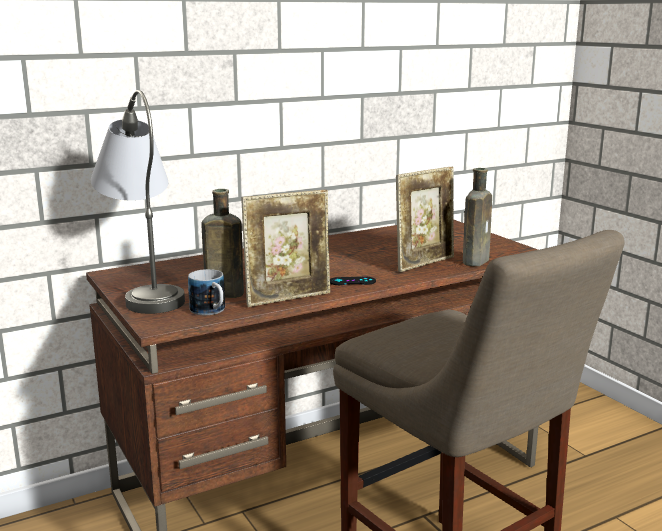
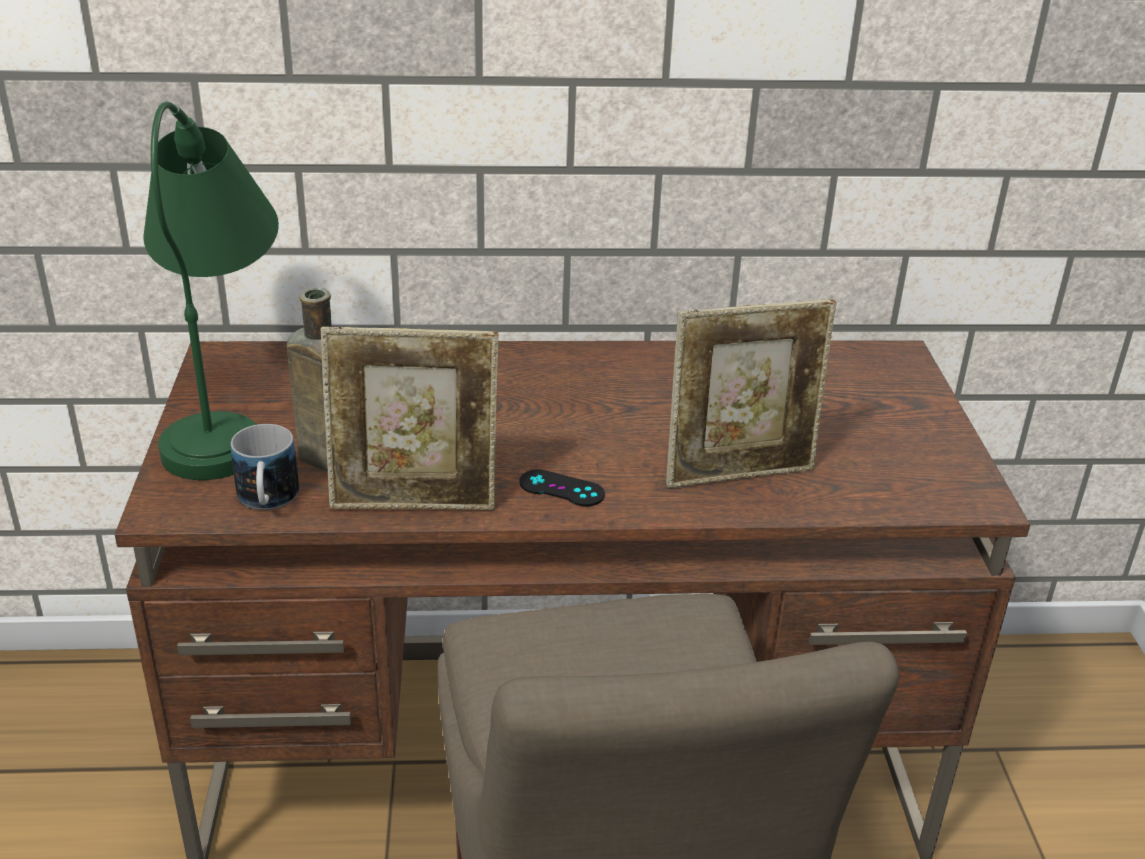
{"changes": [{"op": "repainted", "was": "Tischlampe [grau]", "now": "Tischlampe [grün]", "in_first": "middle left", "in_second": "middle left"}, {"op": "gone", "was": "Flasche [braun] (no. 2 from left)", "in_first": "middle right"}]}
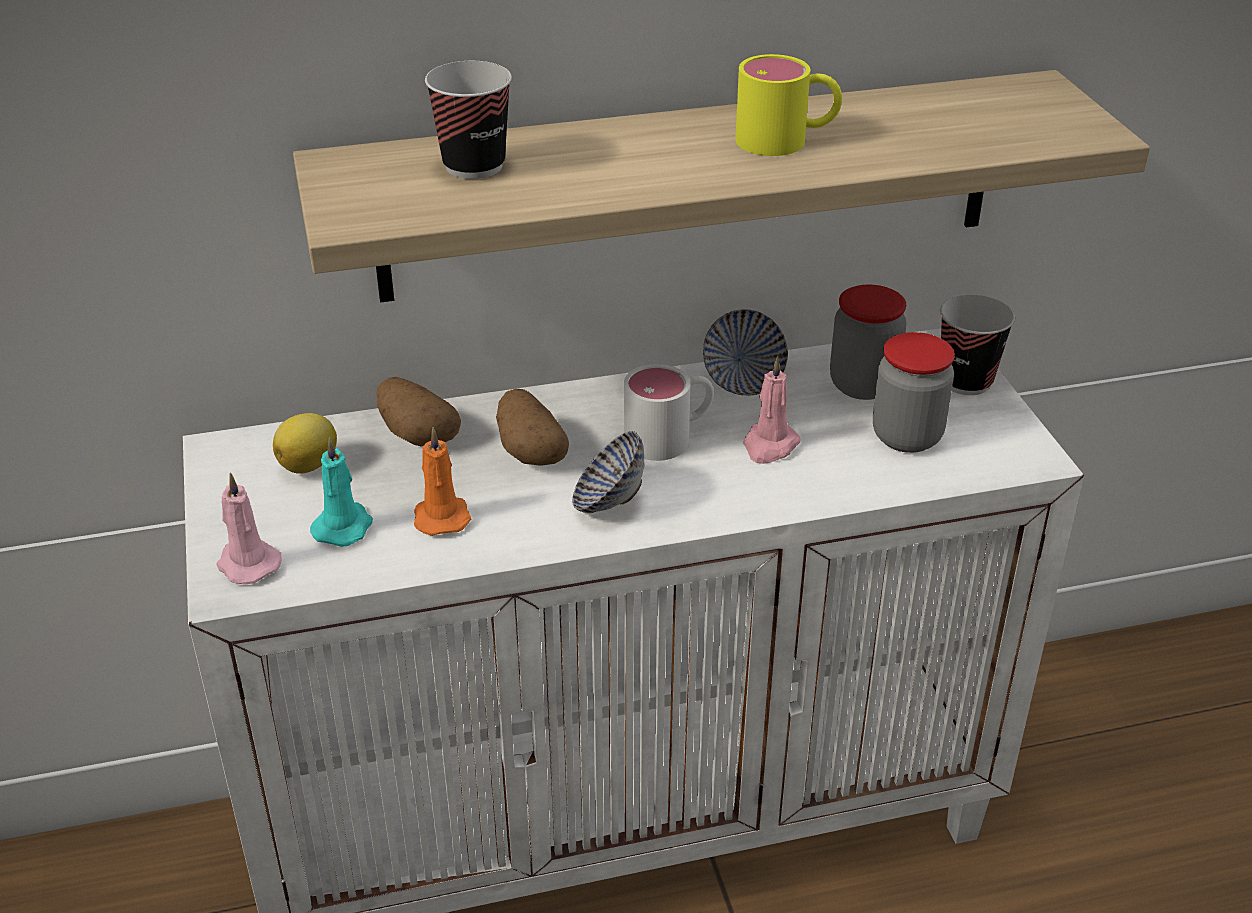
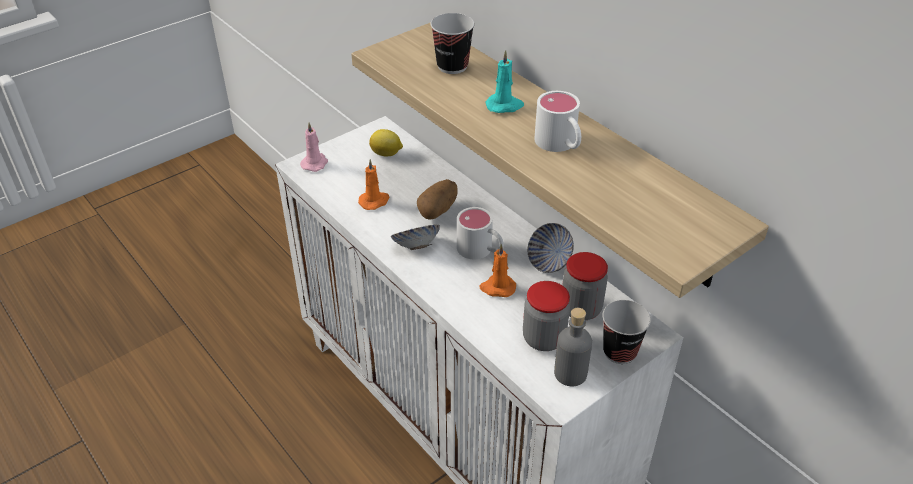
{"changes": [{"op": "shifted", "was": "Kerze [türkis]", "in_first": "middle left", "in_second": "top centre"}, {"op": "gone", "was": "Kartoffel (no. 1 from left)", "in_first": "centre"}, {"op": "repainted", "was": "Henkelbecher [gelb]", "now": "Henkelbecher [weiß] (no. 2 from left)", "in_first": "top centre", "in_second": "top centre"}, {"op": "repainted", "was": "Kerze [rosa] (no. 2 from left)", "now": "Kerze [orange] (no. 2 from left)", "in_first": "centre", "in_second": "centre"}, {"op": "new", "now": "Flasche [grau]", "in_second": "bottom centre"}]}
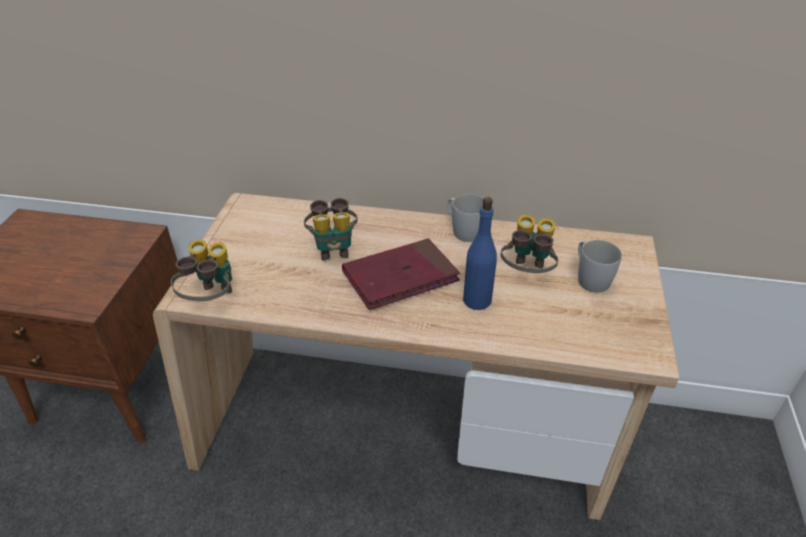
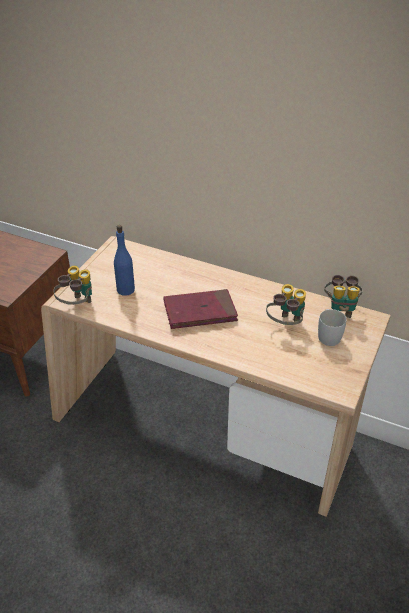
{"changes": [{"op": "shifted", "was": "Fernglas (no. 2 from left in the first image)", "now": "Fernglas (no. 3 from left)", "in_first": "centre", "in_second": "middle right"}, {"op": "gone", "was": "Henkelbecher [weiß] (no. 1 from left)", "in_first": "centre"}, {"op": "shifted", "was": "Flasche [blau]", "in_first": "centre", "in_second": "middle left"}]}
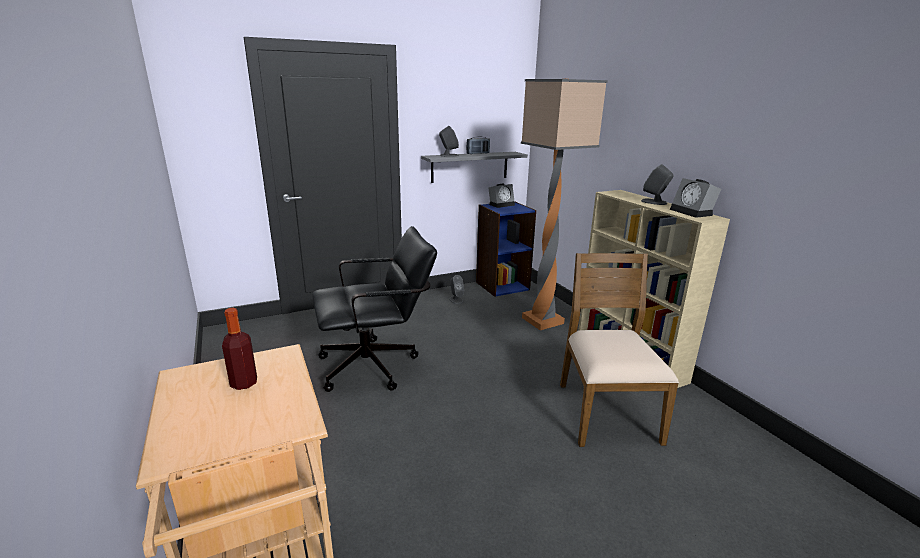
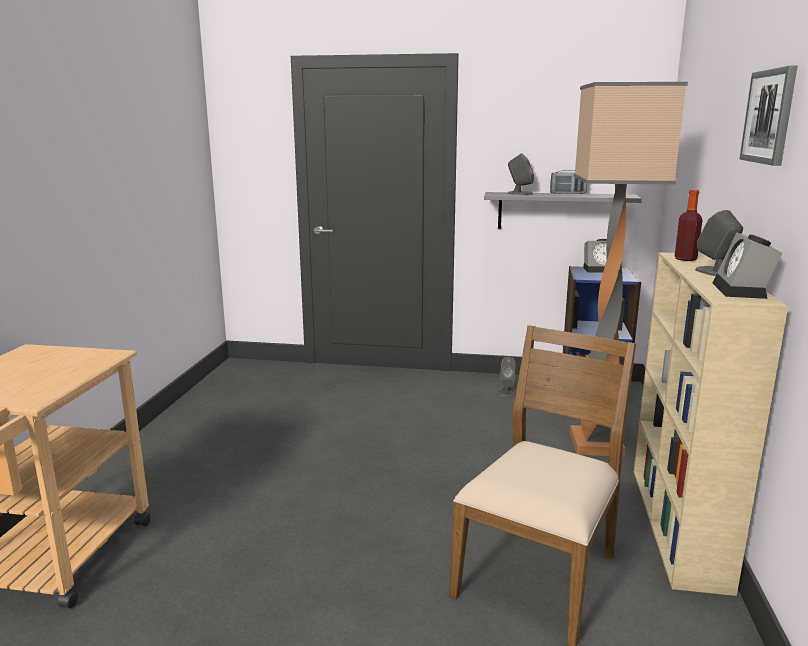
{"changes": [{"op": "shifted", "was": "Flasche", "in_first": "middle left", "in_second": "middle right"}, {"op": "gone", "was": "Bürostuhl [schwarz]", "in_first": "centre"}, {"op": "new", "now": "Bild", "in_second": "top right"}]}
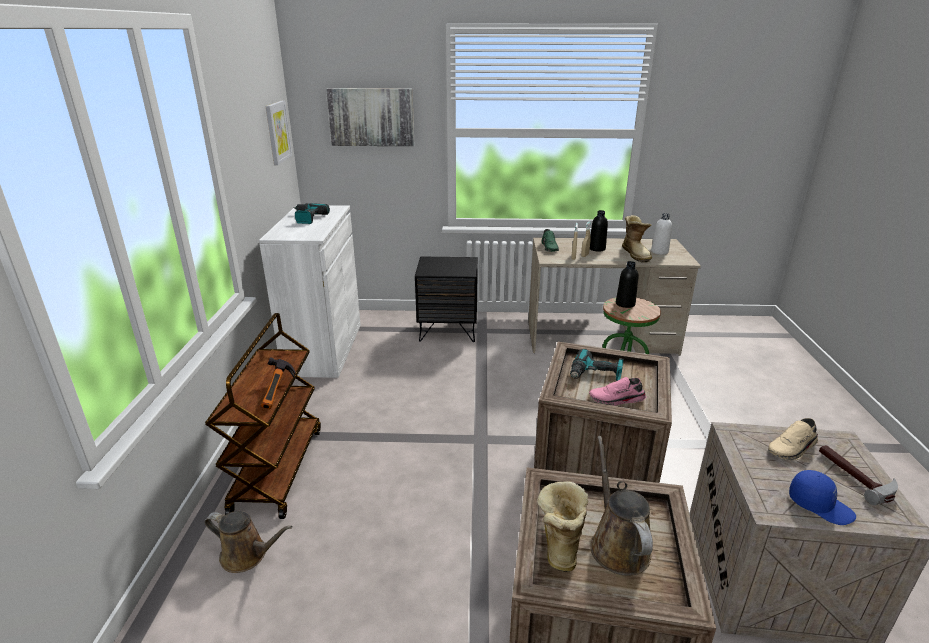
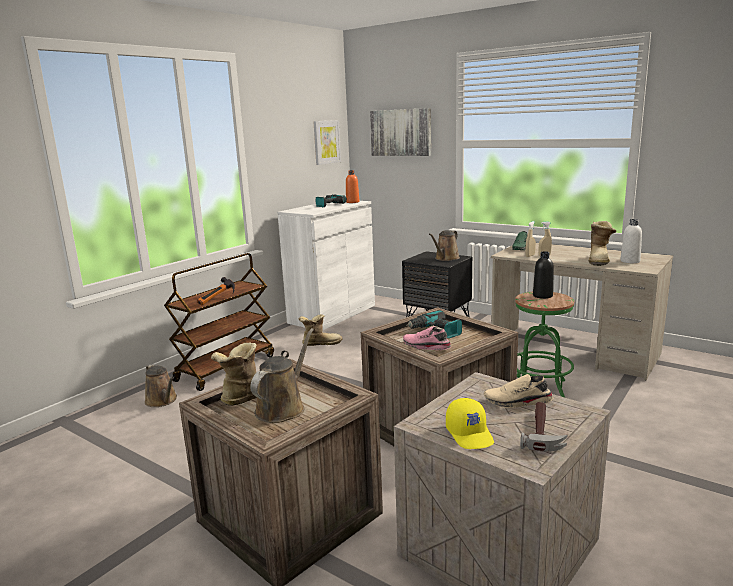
{"changes": [{"op": "gone", "was": "Flasche [schwarz] (no. 1 from left)", "in_first": "centre"}, {"op": "repainted", "was": "Kappe [blau]", "now": "Kappe [gelb]", "in_first": "bottom right", "in_second": "bottom centre"}, {"op": "new", "now": "Stiefel (no. 2 from left)", "in_second": "centre"}, {"op": "new", "now": "Flasche [orange]", "in_second": "top centre"}, {"op": "new", "now": "Gießkanne [braun] (no. 3 from left)", "in_second": "centre"}]}
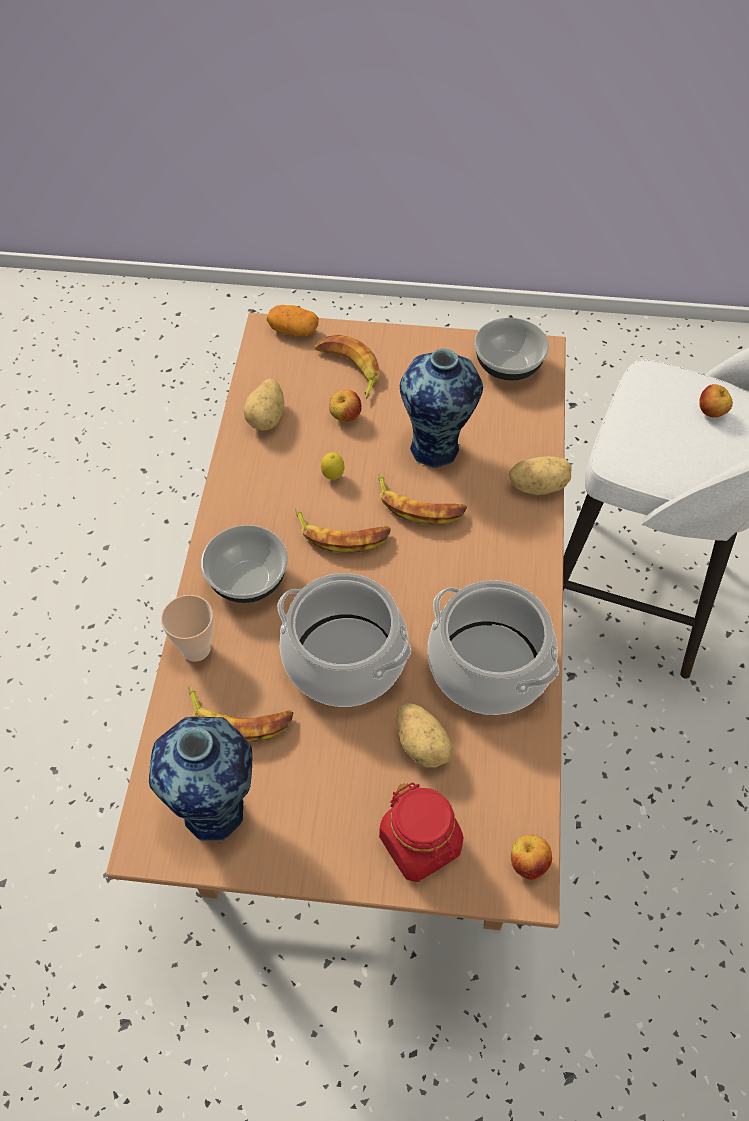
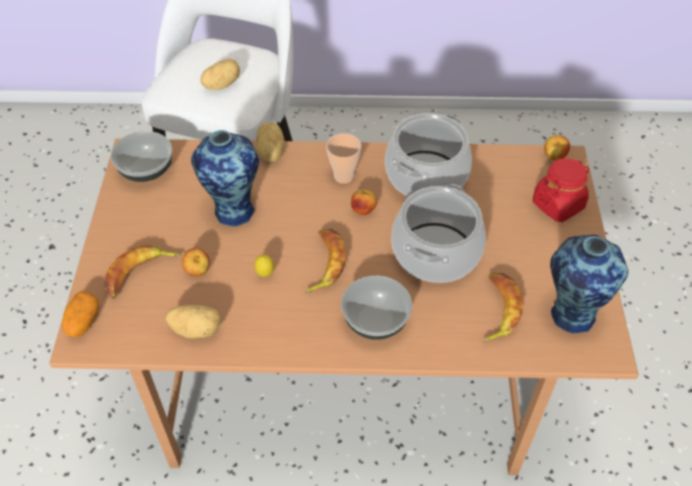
{"changes": [{"op": "shifted", "was": "Tasse", "in_first": "middle left", "in_second": "top centre"}, {"op": "gone", "was": "Banane (no. 4 from left)", "in_first": "centre"}, {"op": "shifted", "was": "Kartoffel (no. 3 from left)", "in_first": "centre", "in_second": "top left"}, {"op": "shifted", "was": "Apfel (no. 3 from left in the first image)", "now": "Apfel (no. 2 from left)", "in_first": "middle right", "in_second": "centre"}]}
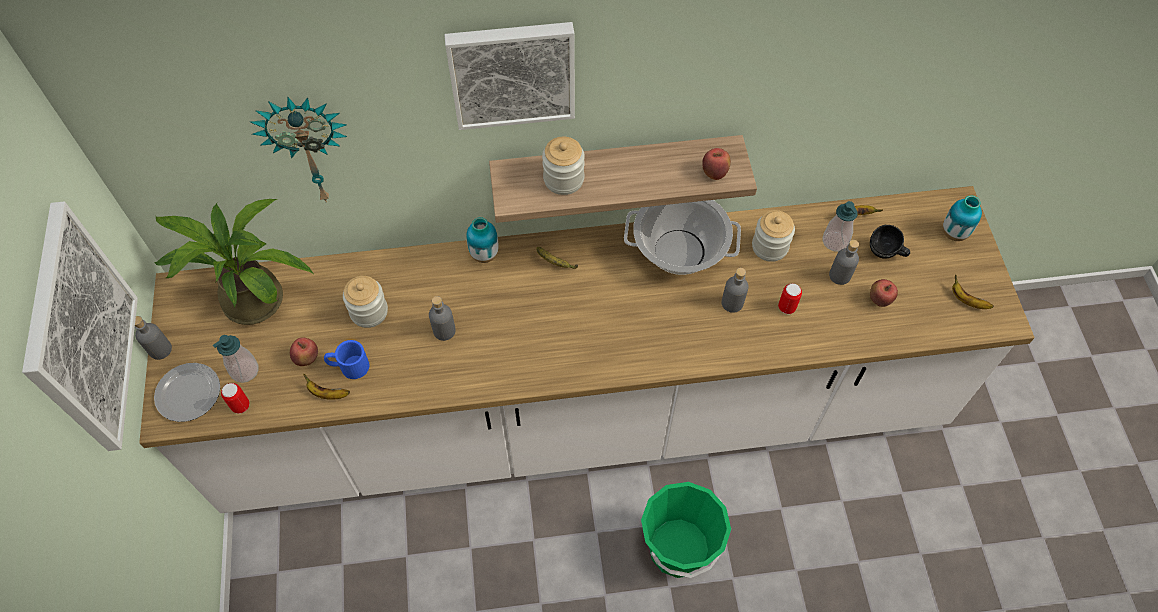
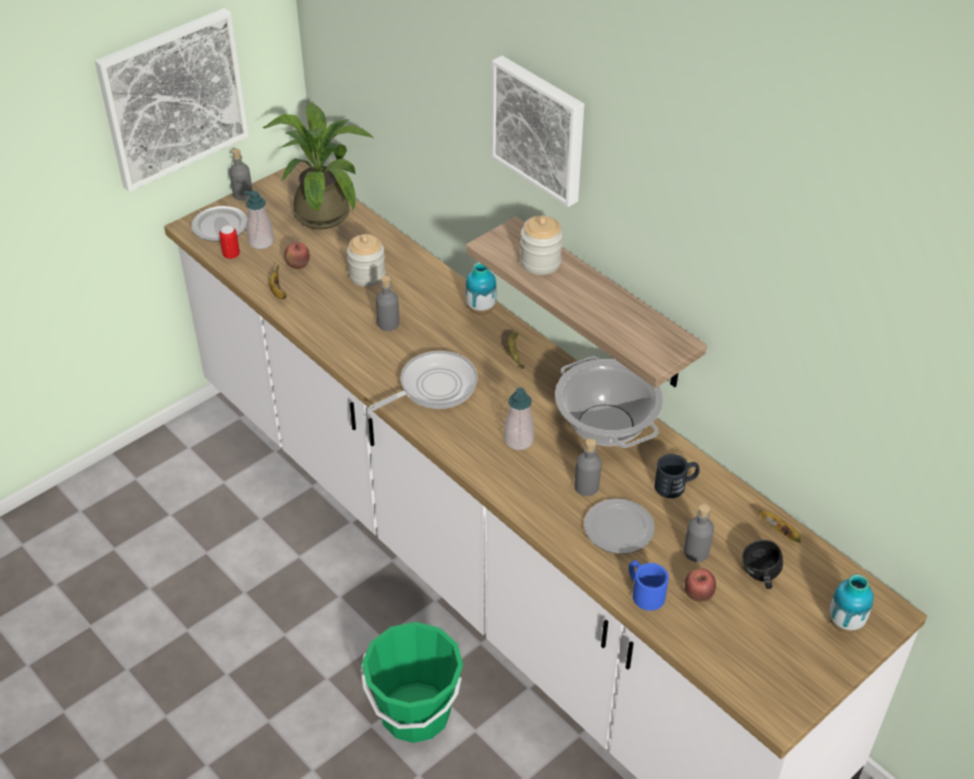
{"changes": [{"op": "gone", "was": "Wanduhr", "in_first": "top left"}, {"op": "shifted", "was": "Henkelbecher [blau]", "in_first": "middle left", "in_second": "bottom centre"}, {"op": "gone", "was": "Apfel (no. 2 from left)", "in_first": "top centre"}, {"op": "swapped", "was": "Vorratsglas (no. 3 from left)", "now": "Henkelbecher [schwarz] (no. 1 from left)", "in_first": "middle right", "in_second": "middle right"}, {"op": "swapped", "was": "Dose (no. 2 from left)", "now": "Teller (no. 2 from left)", "in_first": "middle right", "in_second": "bottom centre"}, {"op": "shifted", "was": "Seifenspender (no. 2 from left)", "in_first": "middle right", "in_second": "centre"}, {"op": "gone", "was": "Banane (no. 4 from left)", "in_first": "middle right"}, {"op": "new", "now": "Pfanne", "in_second": "centre"}]}
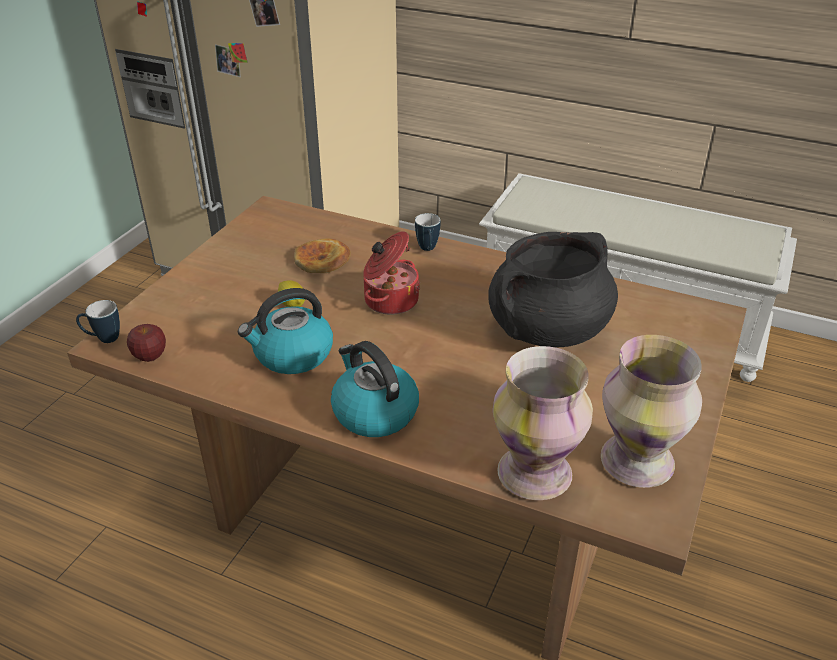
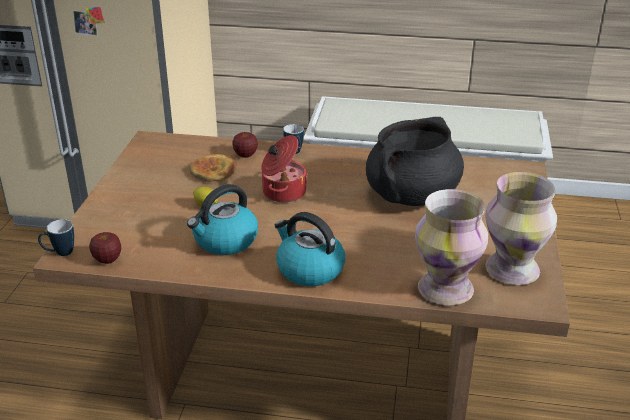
{"changes": [{"op": "new", "now": "Apfel (no. 2 from left)", "in_second": "centre"}]}
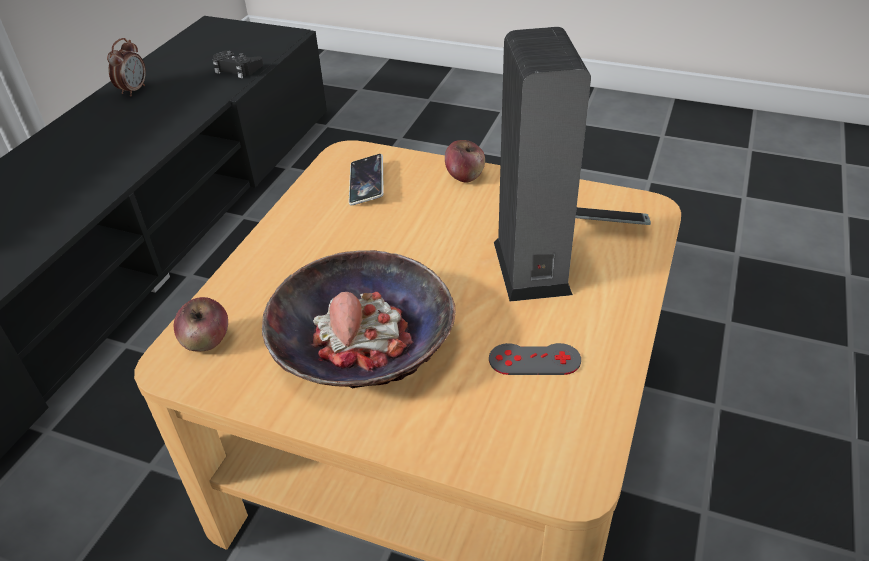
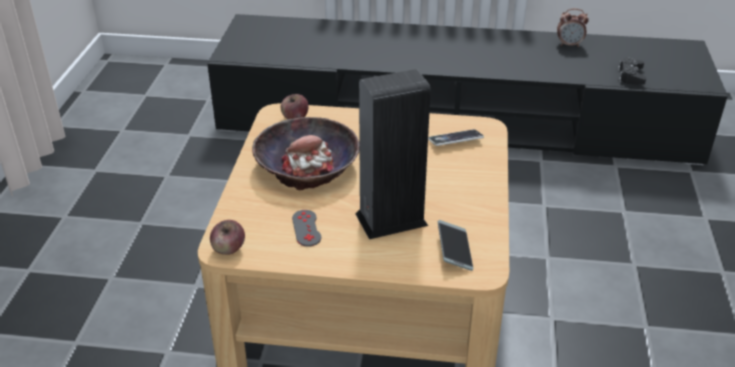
{"changes": [{"op": "shifted", "was": "Apfel (no. 2 from left in the first image)", "now": "Apfel (no. 1 from left)", "in_first": "top centre", "in_second": "middle left"}]}
